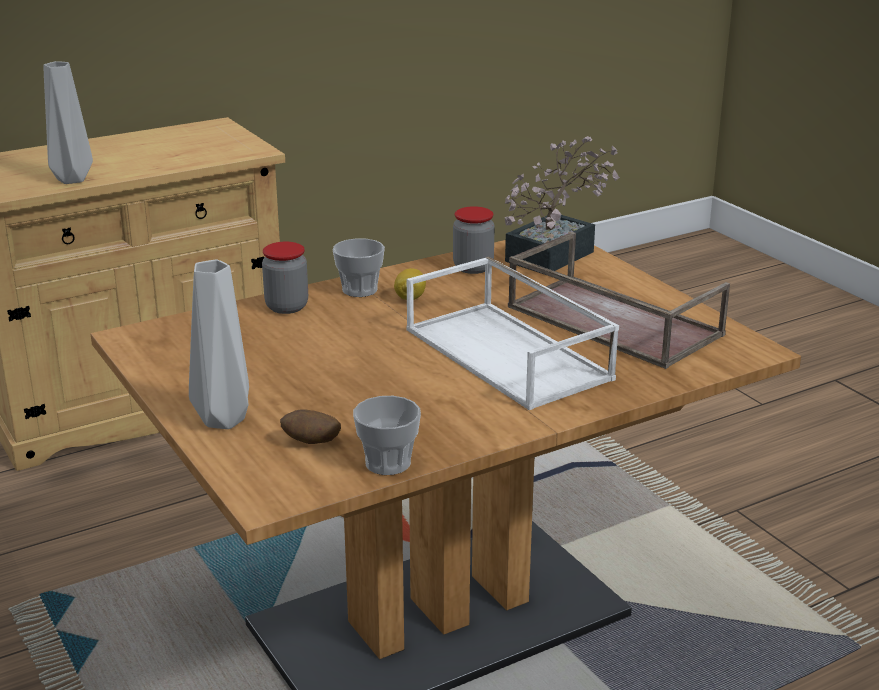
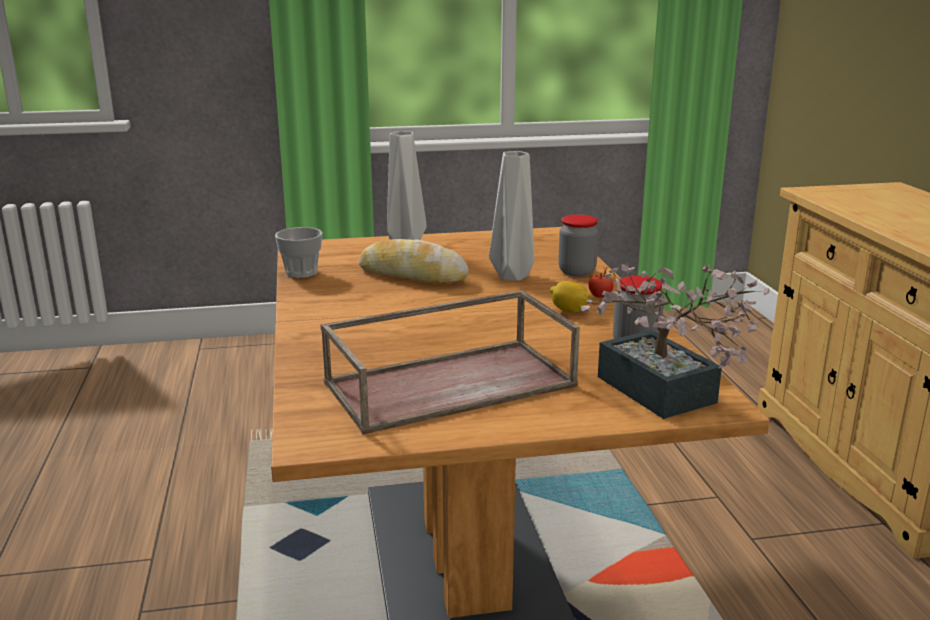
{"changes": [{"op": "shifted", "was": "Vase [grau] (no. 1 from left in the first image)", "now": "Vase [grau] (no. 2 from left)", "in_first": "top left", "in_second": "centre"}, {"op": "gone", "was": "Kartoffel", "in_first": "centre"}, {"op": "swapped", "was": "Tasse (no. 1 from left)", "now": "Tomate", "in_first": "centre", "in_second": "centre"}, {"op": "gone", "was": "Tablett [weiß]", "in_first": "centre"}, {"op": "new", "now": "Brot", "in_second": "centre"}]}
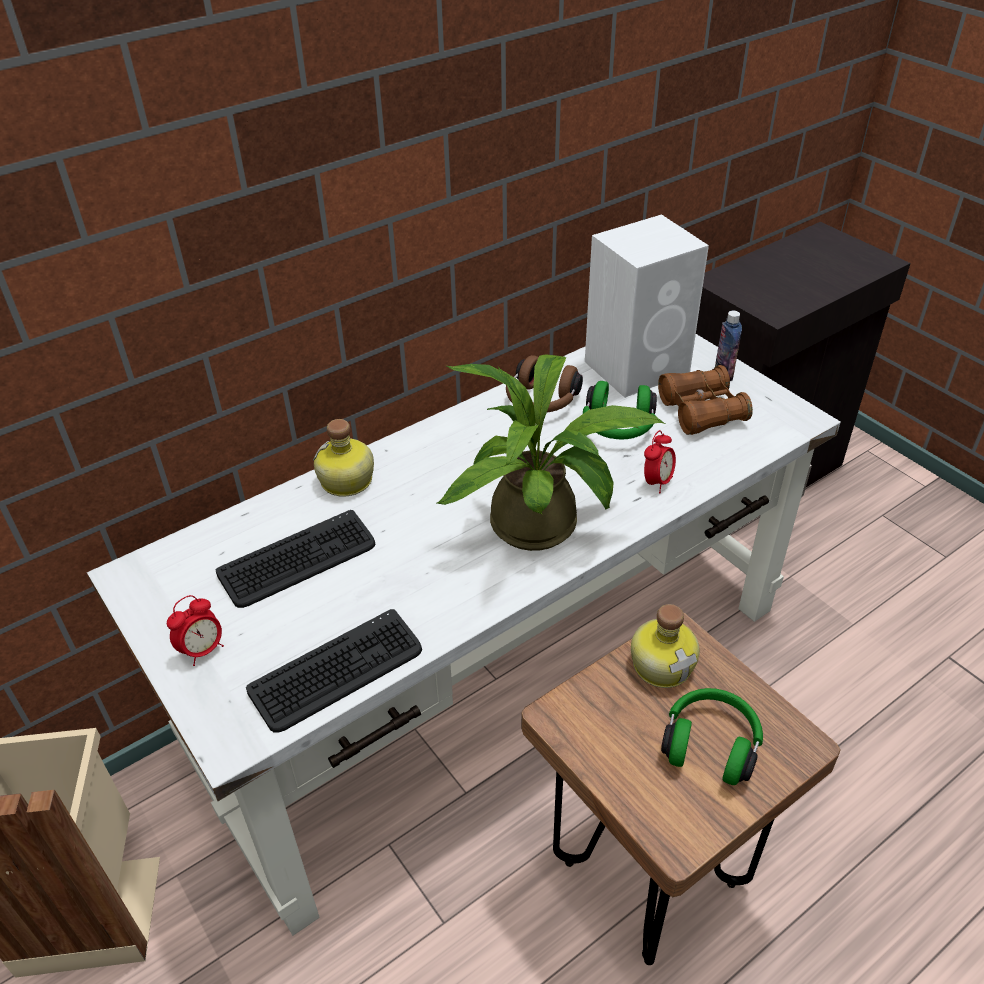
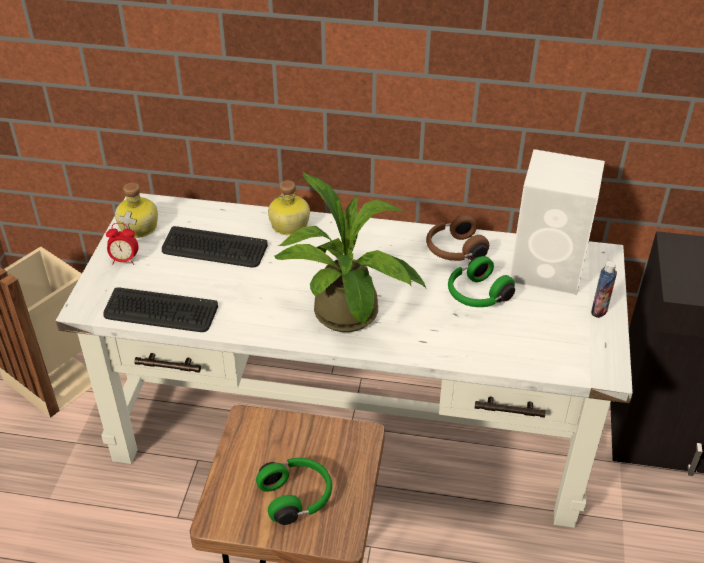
{"changes": [{"op": "shifted", "was": "Flasche (no. 2 from left in the first image)", "now": "Flasche (no. 1 from left)", "in_first": "middle right", "in_second": "middle left"}, {"op": "gone", "was": "Wecker (no. 2 from left)", "in_first": "middle right"}, {"op": "gone", "was": "Fernglas [braun]", "in_first": "middle right"}]}
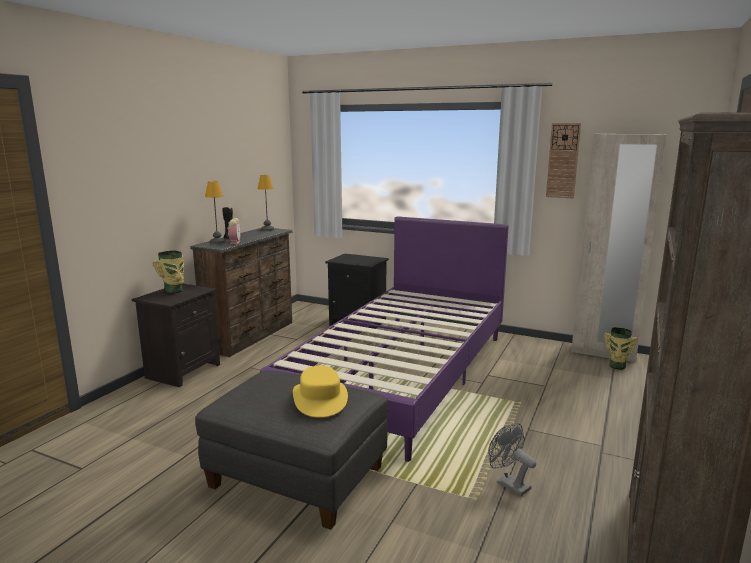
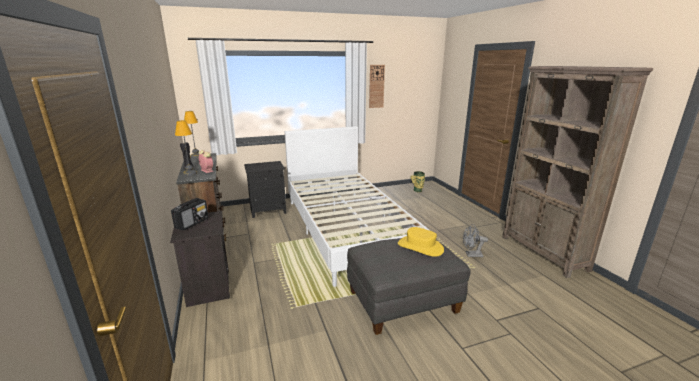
{"changes": [{"op": "swapped", "was": "Vase (no. 1 from left)", "now": "Radio", "in_first": "middle left", "in_second": "middle left"}, {"op": "repainted", "was": "Bett [lila]", "now": "Bett [weiß]", "in_first": "centre", "in_second": "centre"}, {"op": "gone", "was": "Kleiderschrank [beige]", "in_first": "middle right"}]}
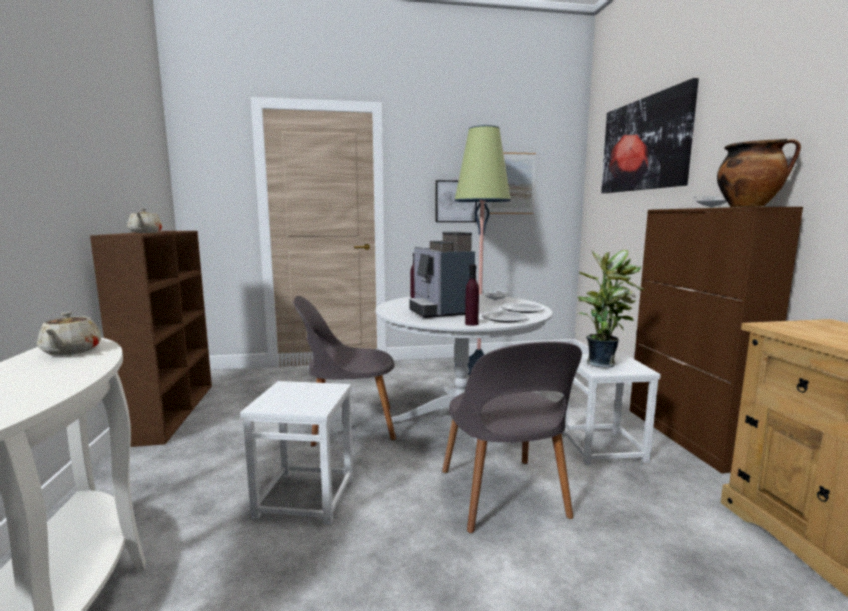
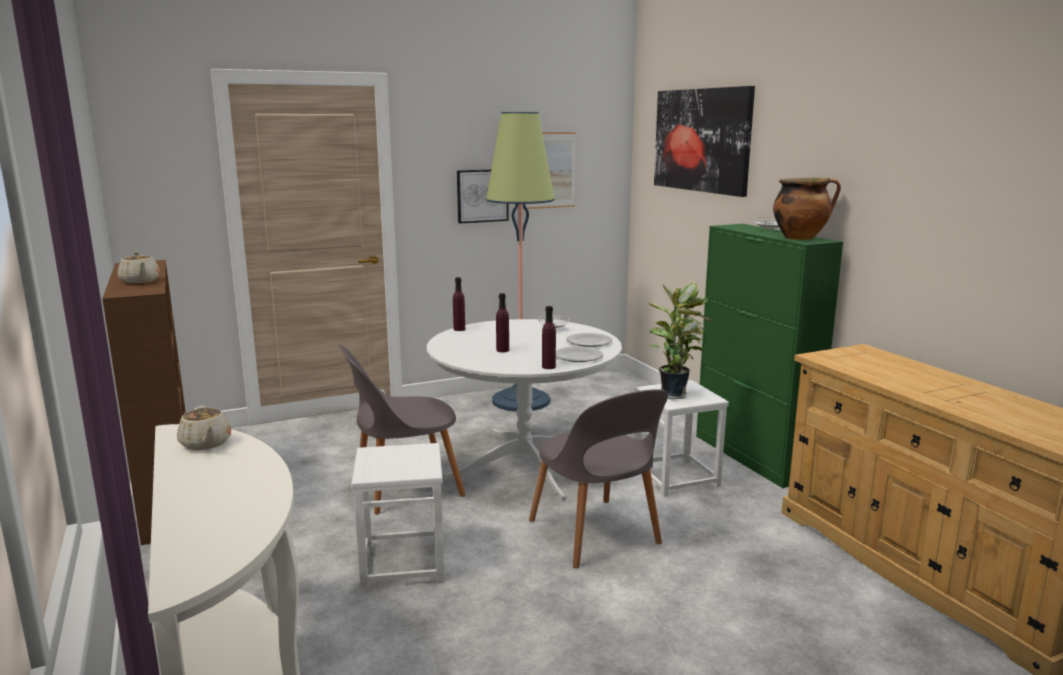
{"changes": [{"op": "swapped", "was": "Kaffeemaschine", "now": "Flasche [lila] (no. 2 from left)", "in_first": "centre", "in_second": "centre"}, {"op": "repainted", "was": "Schrank [braun]", "now": "Schrank [grün]", "in_first": "middle right", "in_second": "middle right"}]}
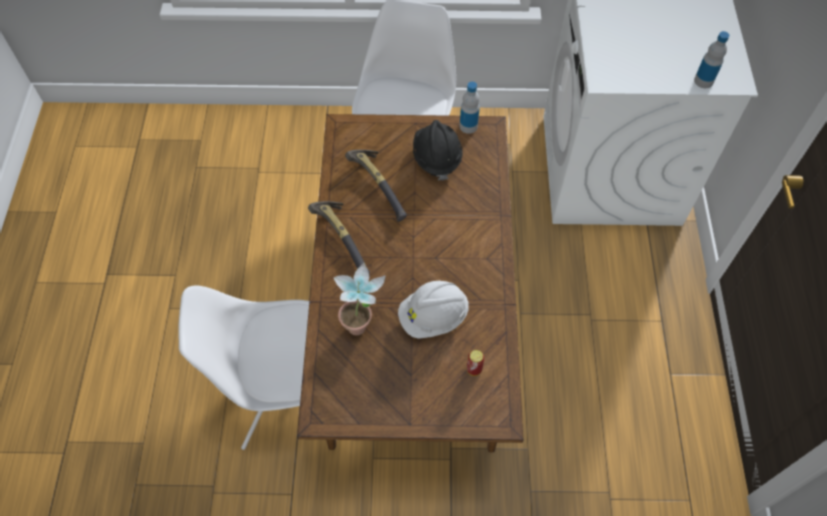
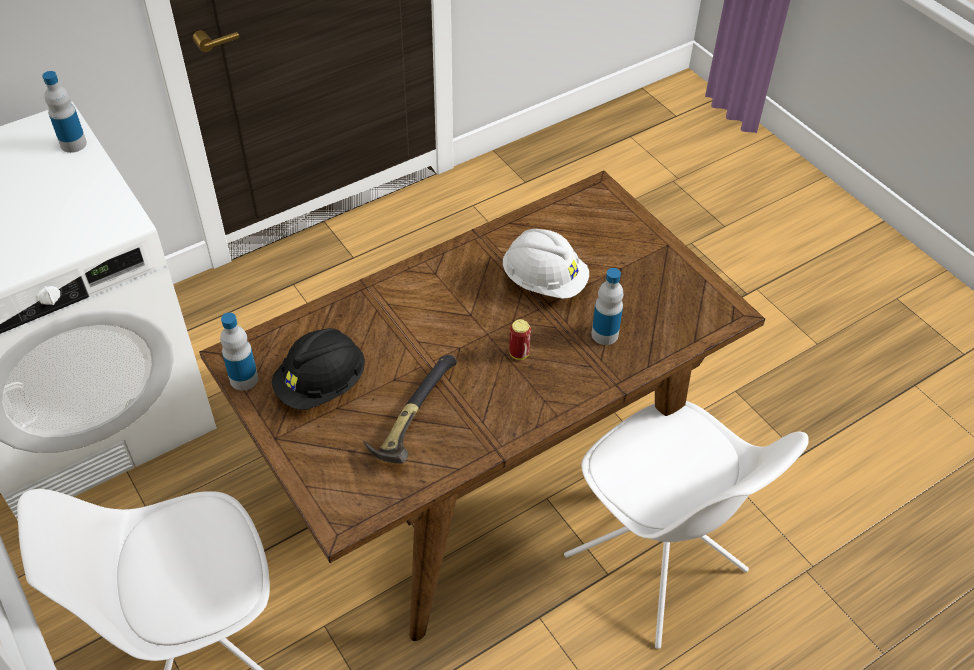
{"changes": [{"op": "gone", "was": "Hammer (no. 1 from left)", "in_first": "centre"}, {"op": "swapped", "was": "Topfpflanze", "now": "Flasche (no. 3 from left)", "in_first": "centre", "in_second": "centre"}, {"op": "shifted", "was": "Dose", "in_first": "bottom centre", "in_second": "centre"}]}
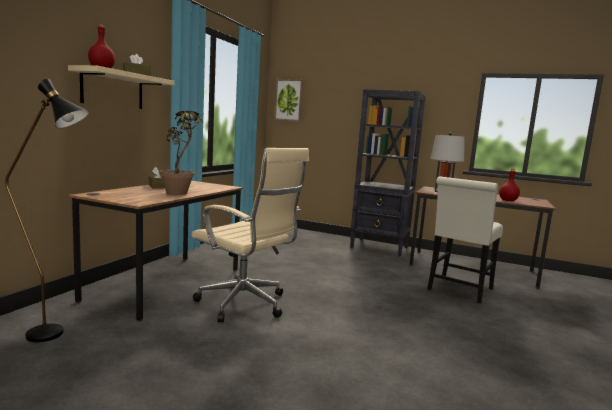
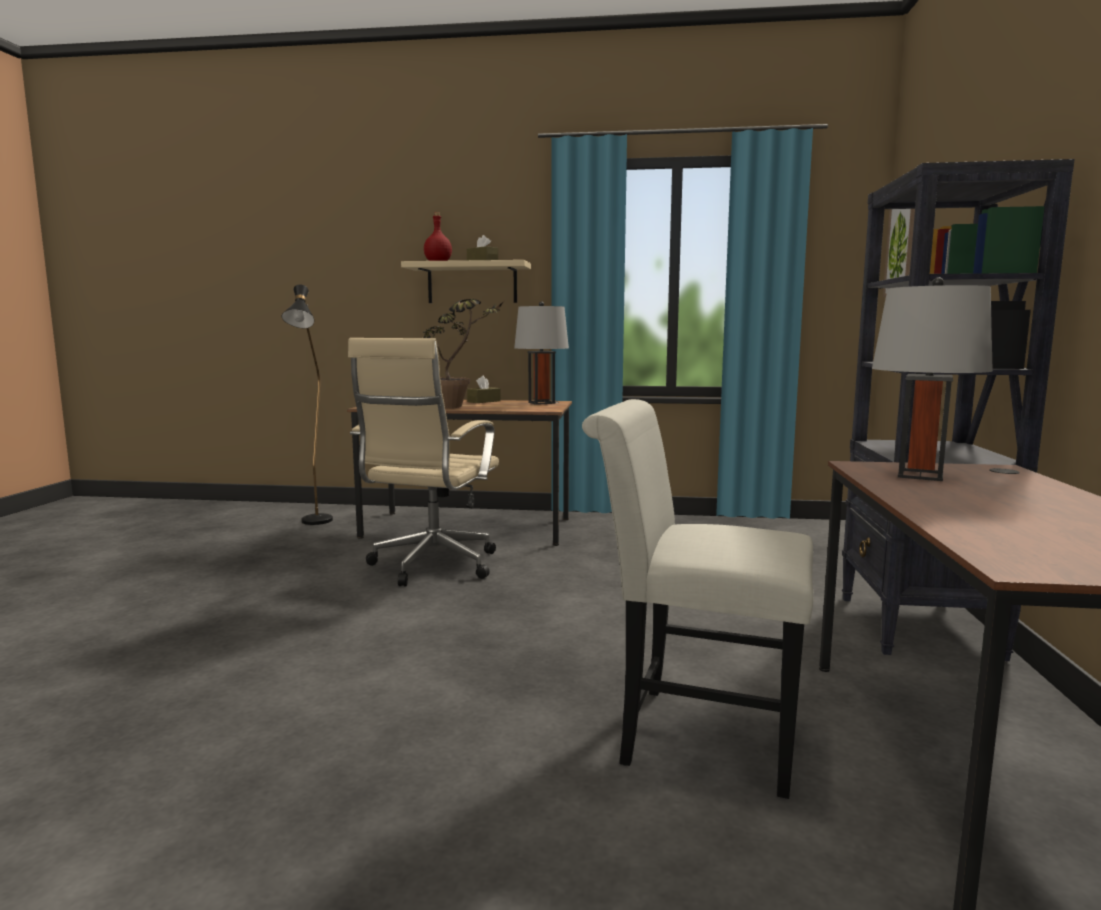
{"changes": [{"op": "gone", "was": "Flasche [rot] (no. 2 from left)", "in_first": "middle right"}, {"op": "new", "now": "Tischlampe [grau] (no. 1 from left)", "in_second": "centre"}]}
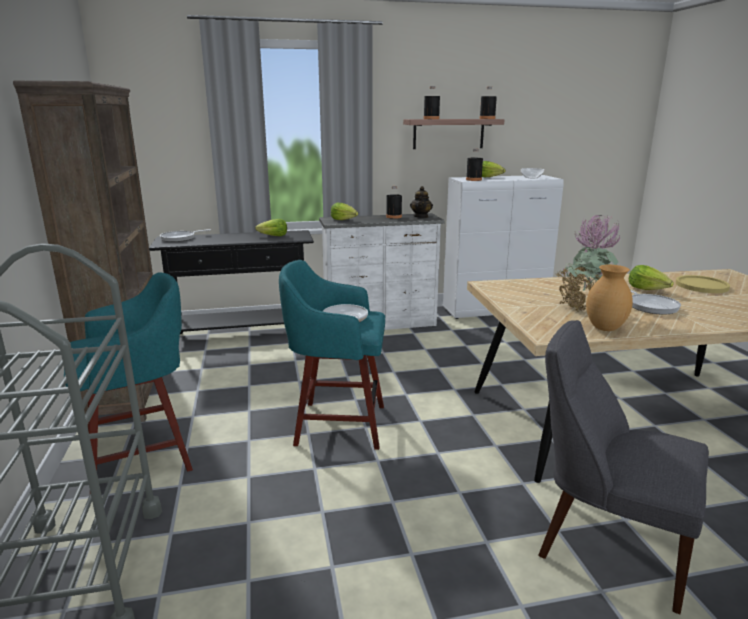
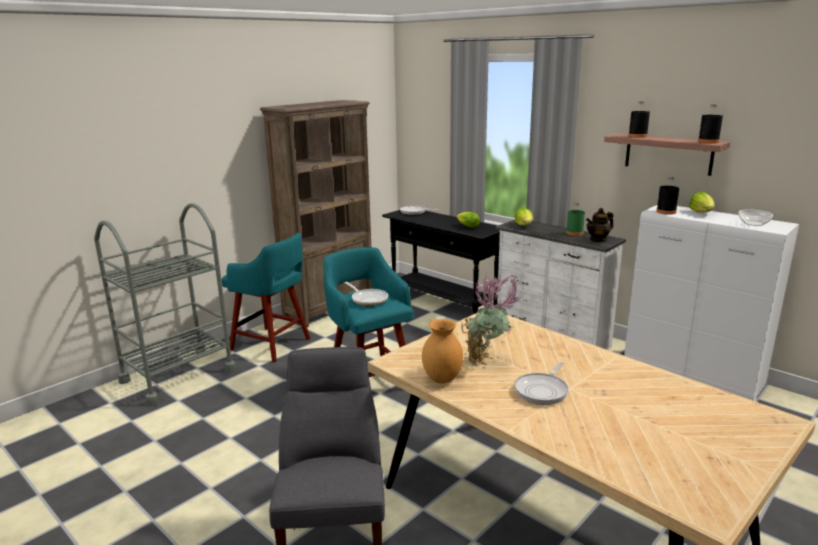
{"changes": [{"op": "repainted", "was": "Flasche [schwarz] (no. 1 from left)", "now": "Flasche [grün]", "in_first": "top centre", "in_second": "middle right"}, {"op": "gone", "was": "Salatkopf (no. 4 from left)", "in_first": "middle right"}, {"op": "gone", "was": "Teller [gelb]", "in_first": "middle right"}]}
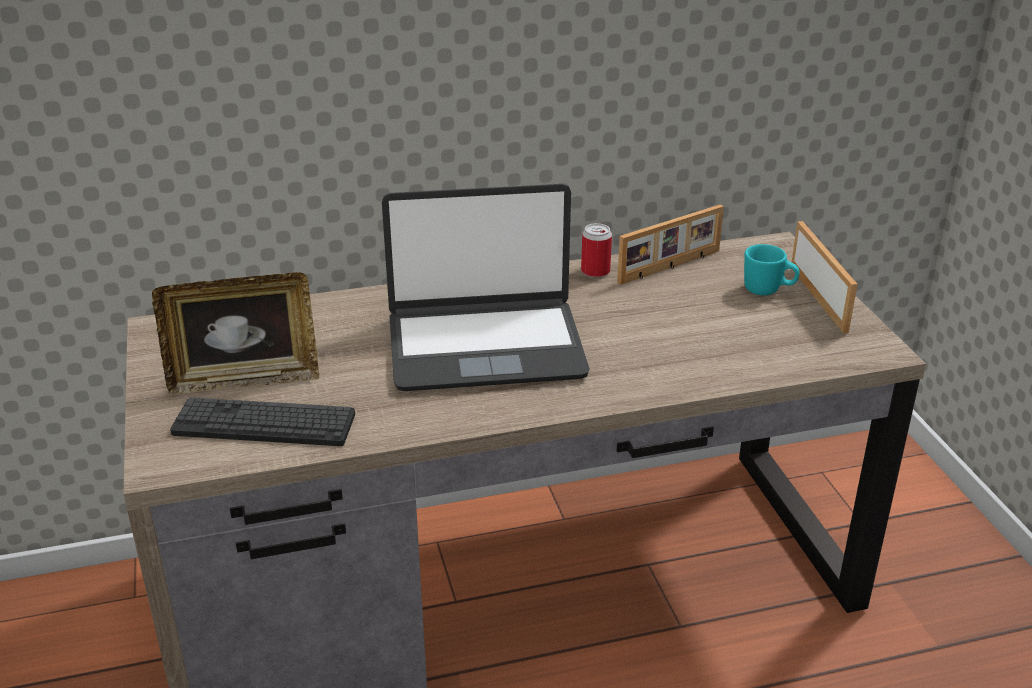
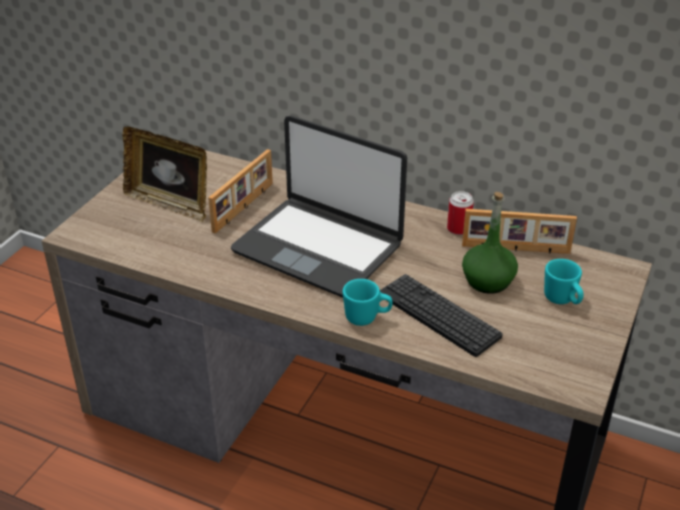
{"changes": [{"op": "shifted", "was": "Tastatur", "in_first": "middle left", "in_second": "centre"}, {"op": "shifted", "was": "Bilderrahmen (no. 3 from left in the first image)", "now": "Bilderrahmen (no. 2 from left)", "in_first": "middle right", "in_second": "centre"}, {"op": "new", "now": "Henkelbecher [türkis] (no. 1 from left)", "in_second": "centre"}, {"op": "new", "now": "Flasche [grün]", "in_second": "middle right"}]}
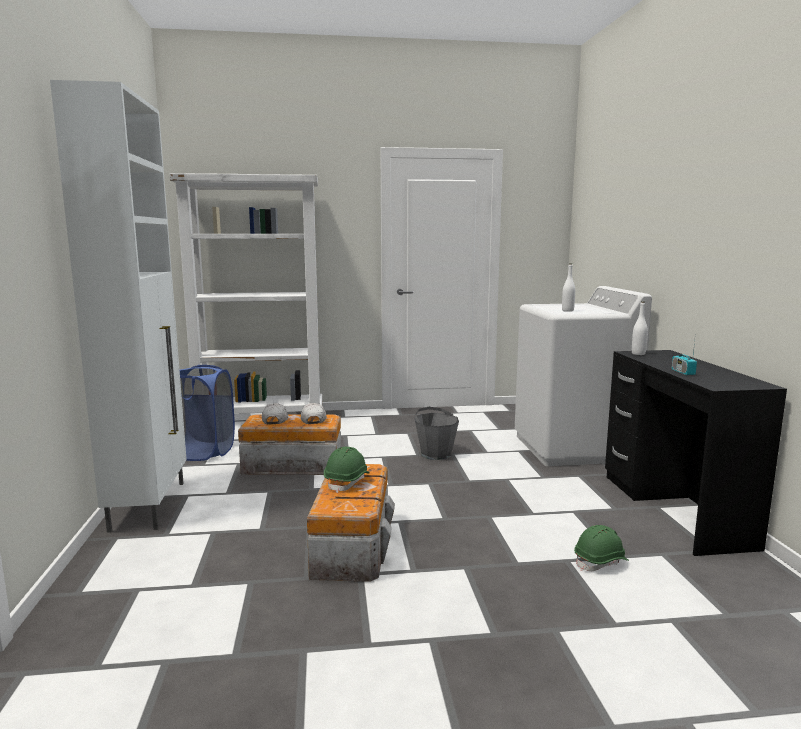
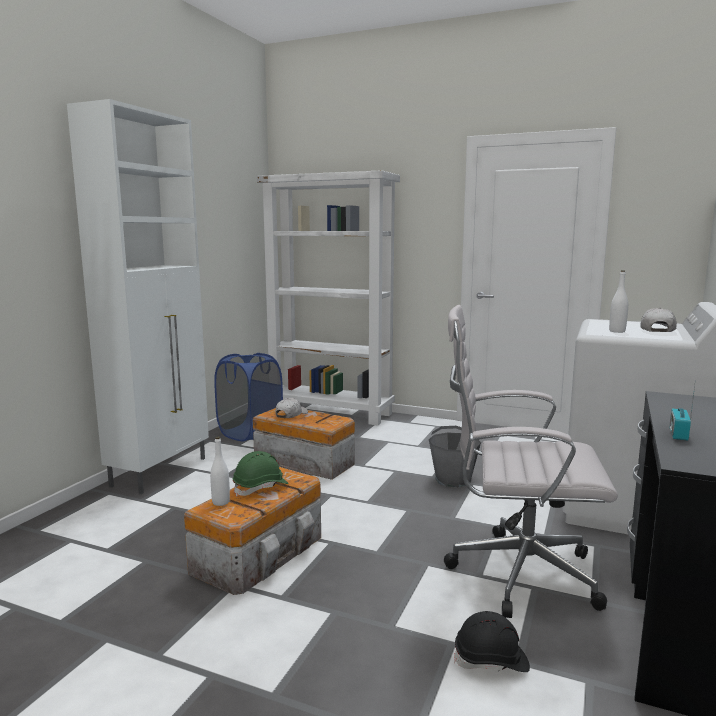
{"changes": [{"op": "shifted", "was": "Kappe [weiß] (no. 2 from left)", "in_first": "centre", "in_second": "middle right"}, {"op": "repainted", "was": "Schutzhelm [grün] (no. 2 from left)", "now": "Schutzhelm [schwarz]", "in_first": "bottom right", "in_second": "bottom right"}, {"op": "shifted", "was": "Flasche [weiß] (no. 2 from left in the first image)", "now": "Flasche [weiß] (no. 1 from left)", "in_first": "middle right", "in_second": "middle left"}, {"op": "new", "now": "Bürostuhl [weiß]", "in_second": "middle right"}]}
